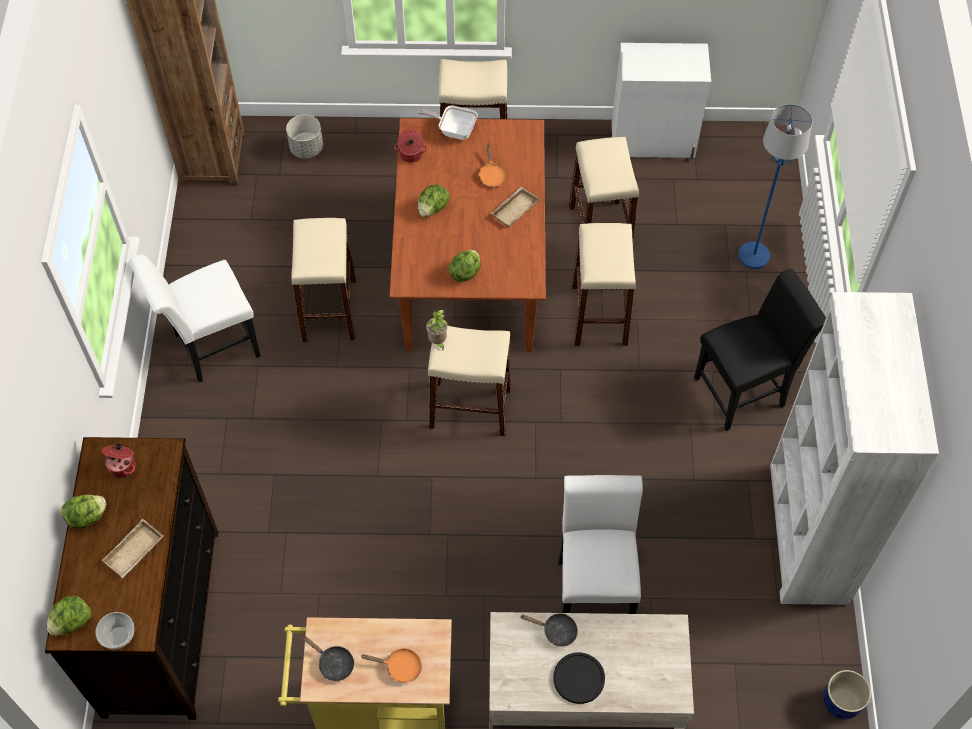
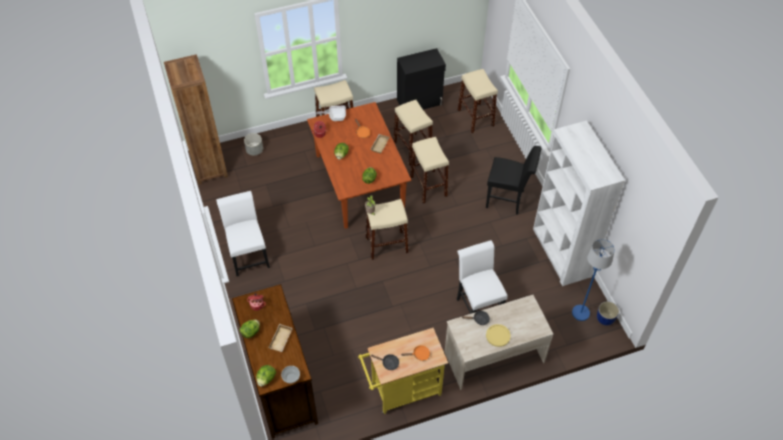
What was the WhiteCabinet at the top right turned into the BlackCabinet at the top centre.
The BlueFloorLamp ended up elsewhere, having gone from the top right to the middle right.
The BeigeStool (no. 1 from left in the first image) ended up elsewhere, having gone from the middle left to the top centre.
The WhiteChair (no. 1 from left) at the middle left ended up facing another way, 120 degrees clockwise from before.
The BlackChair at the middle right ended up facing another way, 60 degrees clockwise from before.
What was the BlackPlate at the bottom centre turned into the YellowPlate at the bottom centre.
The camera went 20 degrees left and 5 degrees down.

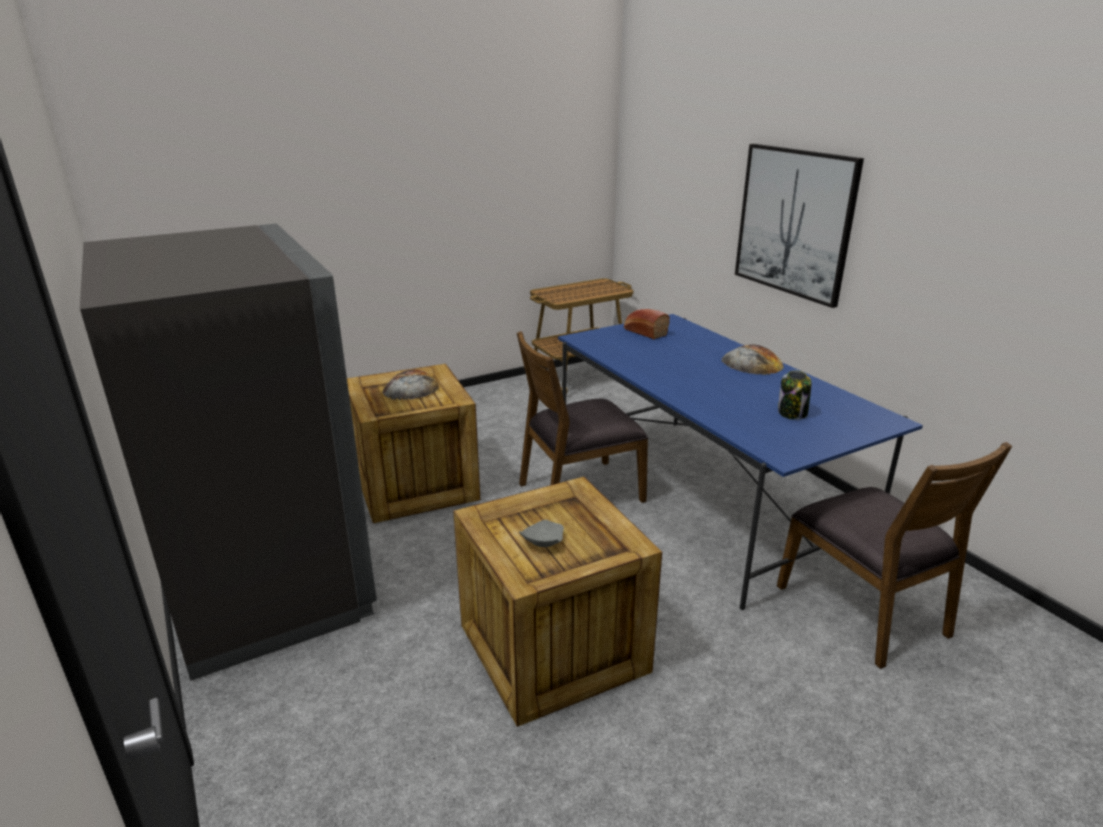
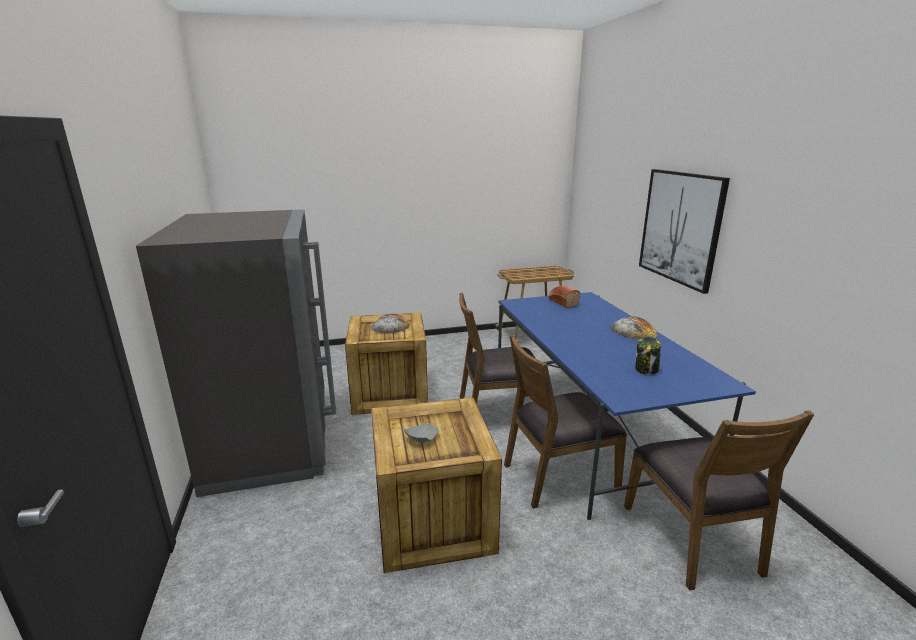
The second view gained the BrownChair (no. 2 from left) at the centre.
The camera went 15 degrees right and 5 degrees down.

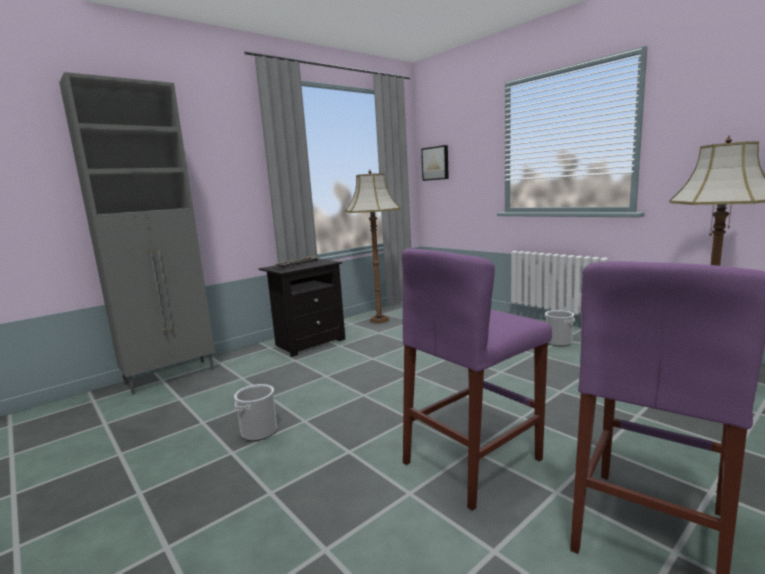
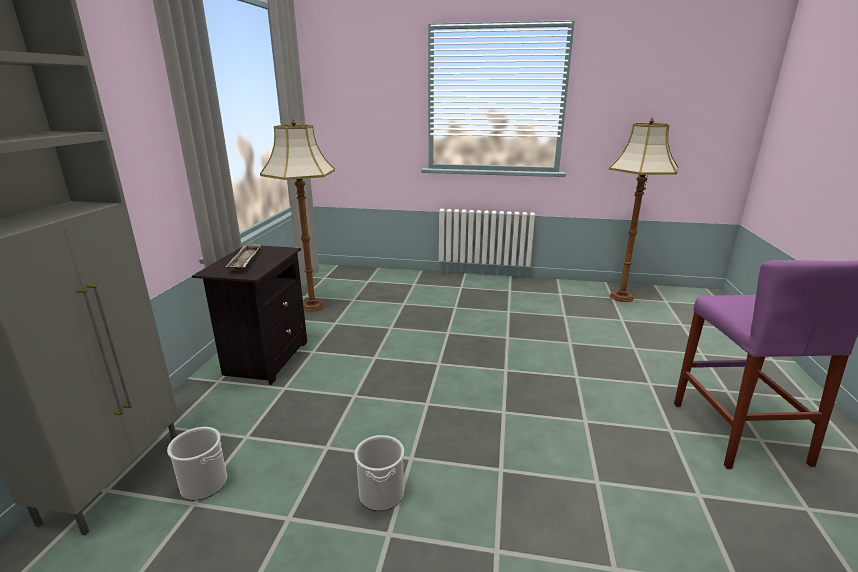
The second view lost the Picture at the top centre.
The second view lost the PurpleStool (no. 1 from left) at the centre.
The Bucket (no. 2 from left in the first image) ended up elsewhere, having gone from the middle right to the bottom left.
The camera went 40 degrees left and 10 degrees up.

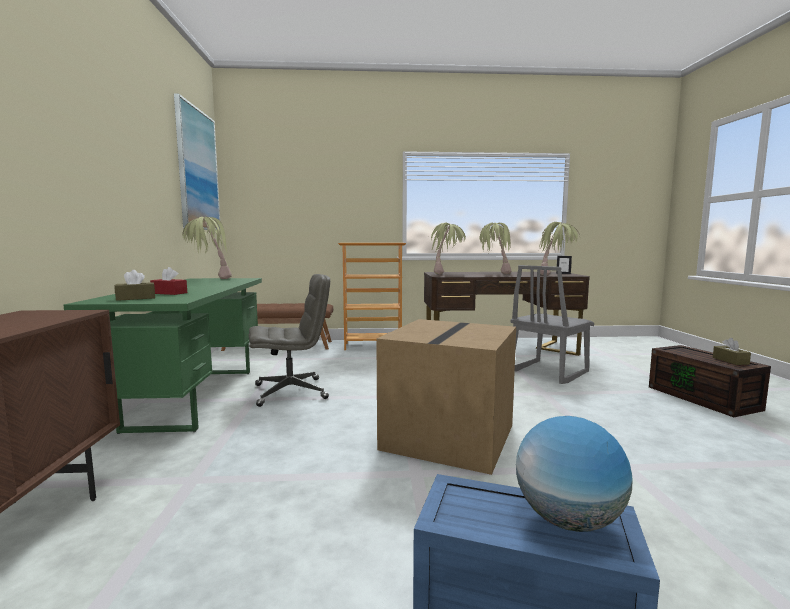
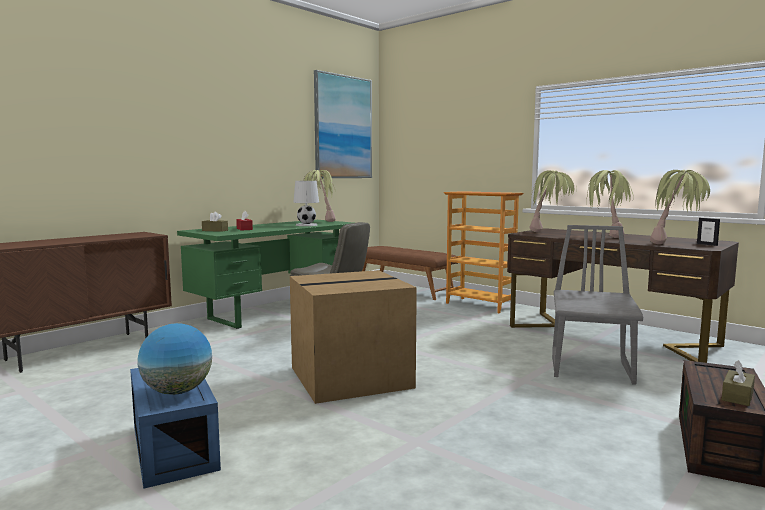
The GreyChair at the middle right ended up facing another way, 105 degrees clockwise from before.
The second view gained the WhiteTableLamp at the centre.
The camera went 45 degrees right and 0 degrees up.

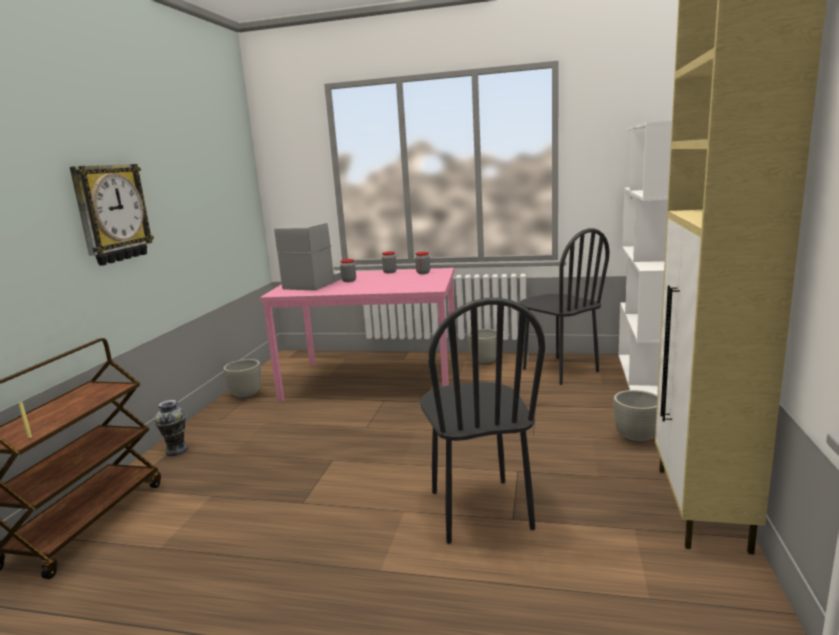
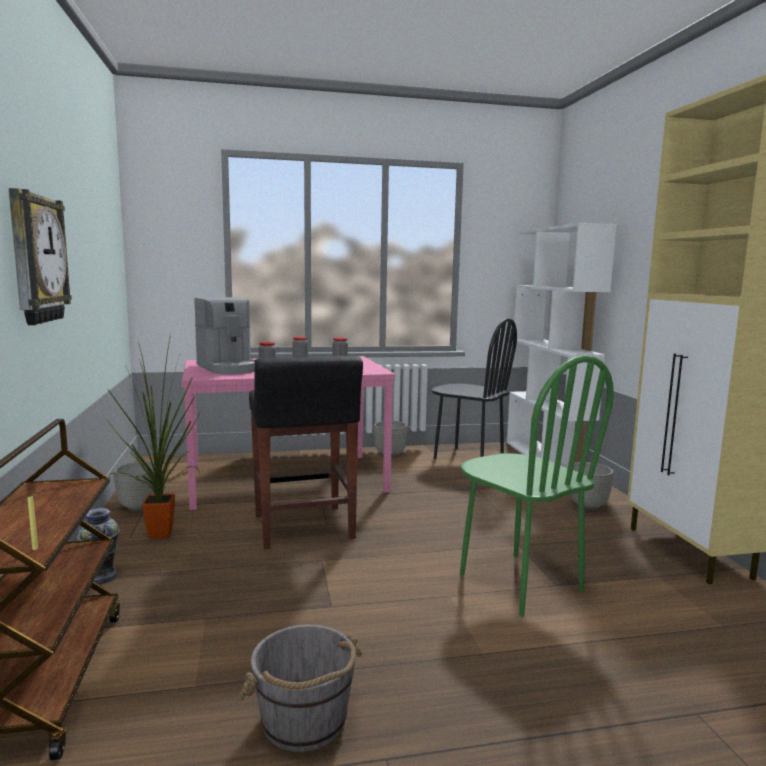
The CoffeeMachine at the centre ended up facing another way, 150 degrees clockwise from before.
What was the BlackChair (no. 1 from left) at the centre turned into the GreenChair at the middle right.
The second view gained the PottedPlant at the middle left.
The second view gained the BlackStool at the centre.
The second view gained the GreyBucket at the bottom centre.
The camera went 25 degrees left and 5 degrees down.

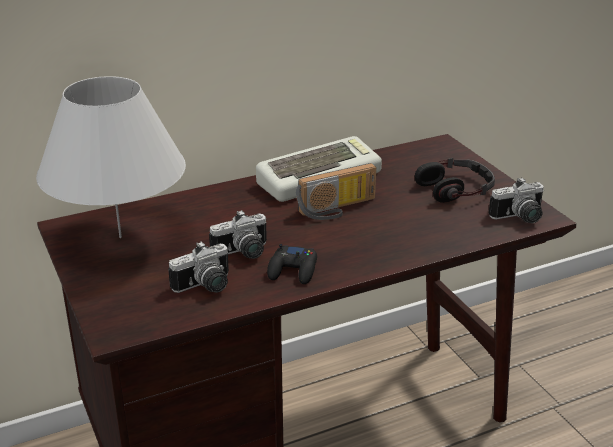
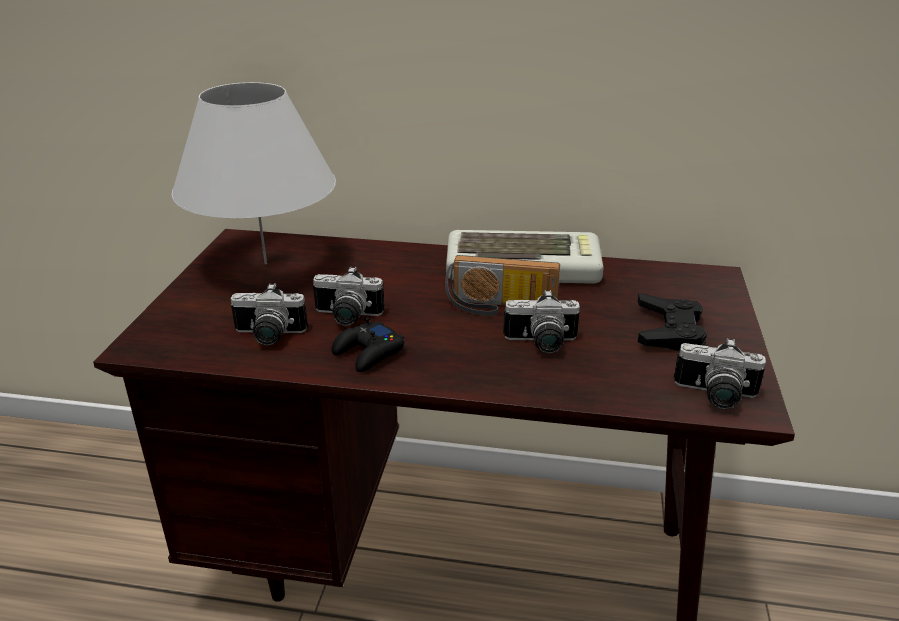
Where the Headphones stood at the middle right, the BlackGameController (no. 2 from left) came to stand at the middle right.
The second view gained the PhotoCamera (no. 3 from left) at the centre.
The camera went 35 degrees right and 0 degrees up.

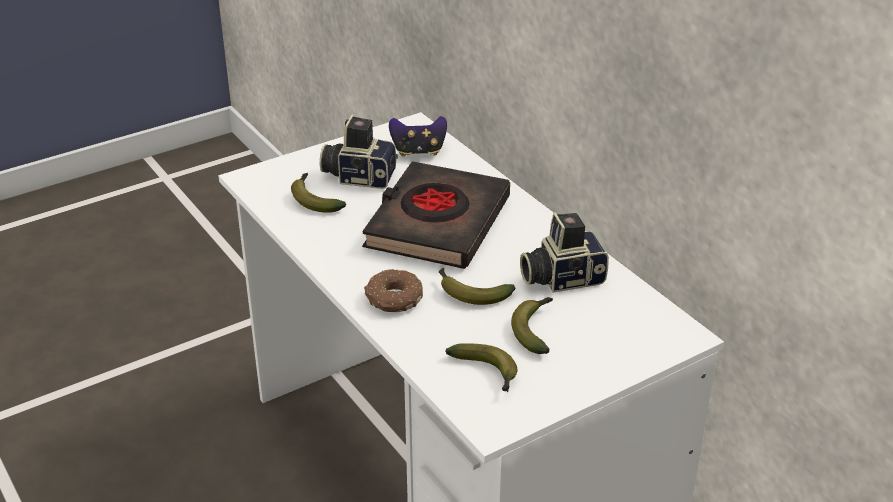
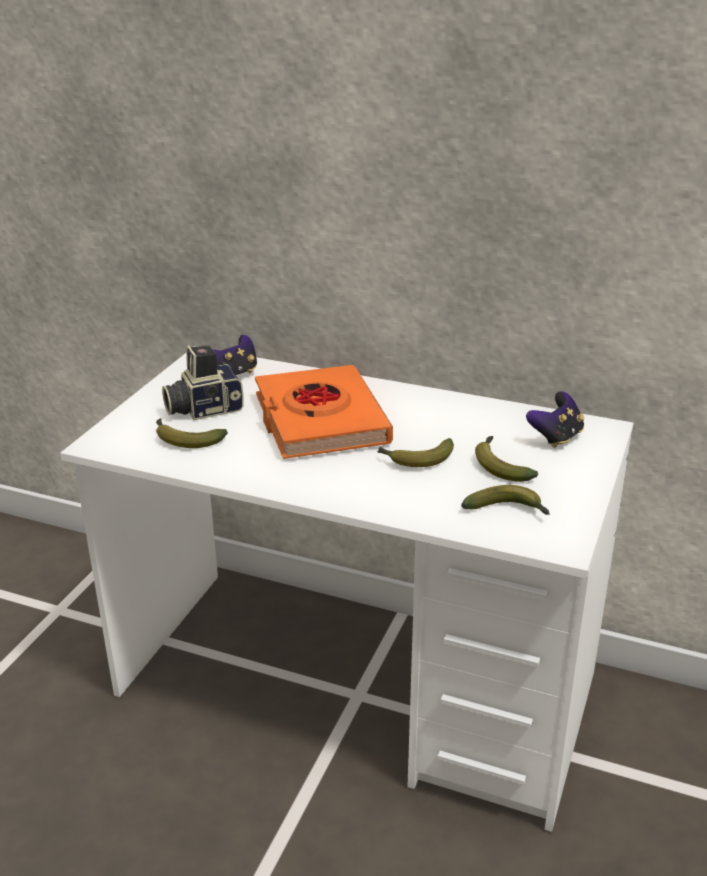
What was the BlackBook at the centre turned into the OrangeBook at the centre.
The second view lost the PhotoCamera (no. 2 from left) at the centre.
The second view lost the Donut at the centre.
The second view gained the GameController (no. 2 from left) at the middle right.
The camera went 35 degrees left and 5 degrees down.

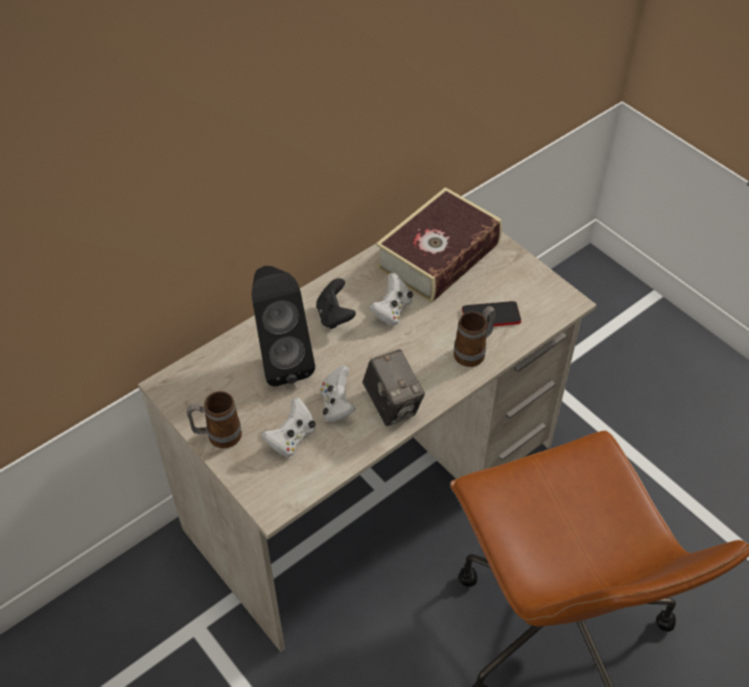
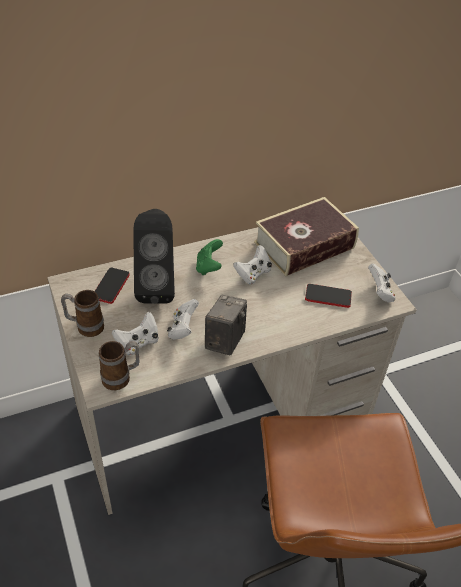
What was the BlackGameController at the centre turned into the GreenGameController at the centre.
The Mug (no. 2 from left) ended up elsewhere, having gone from the centre to the middle left.
The PhotoCamera at the centre ended up facing another way, 150 degrees counterclockwise from before.
The second view gained the WhiteGameController (no. 4 from left) at the middle right.
The second view gained the Phone (no. 1 from left) at the middle left.
The camera went 15 degrees right and 5 degrees down.

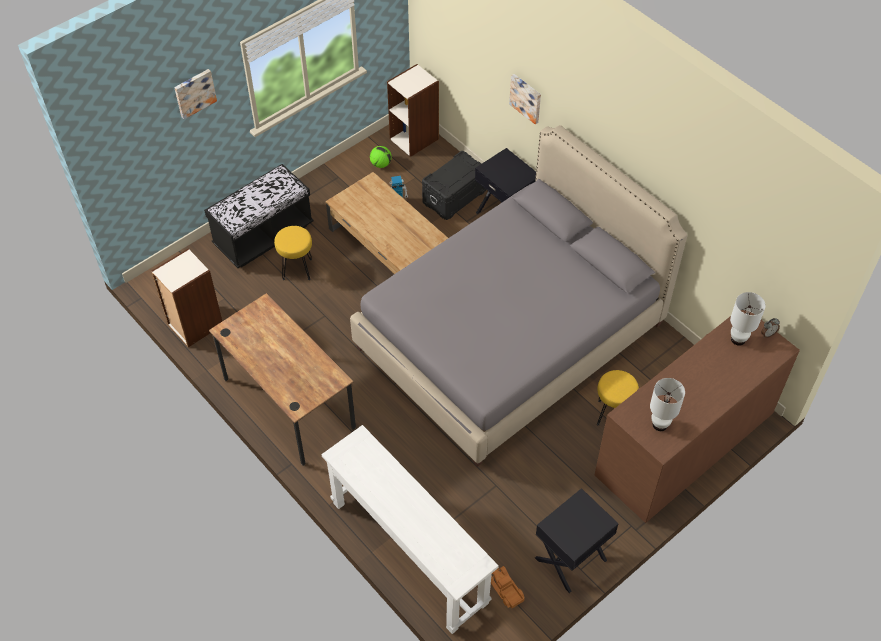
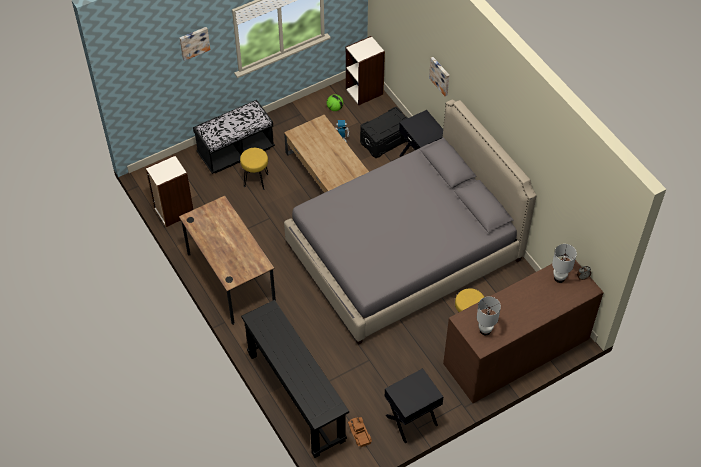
What was the WhiteConsoleTable at the bottom centre turned into the BlackConsoleTable at the bottom centre.
The camera went 10 degrees right and 0 degrees up.

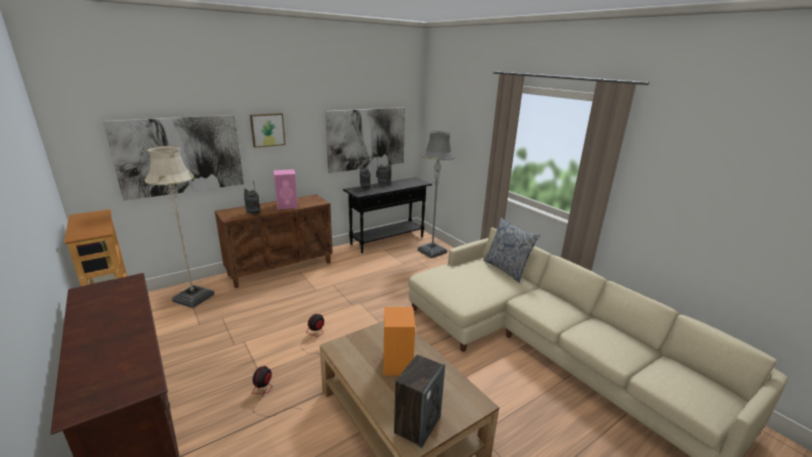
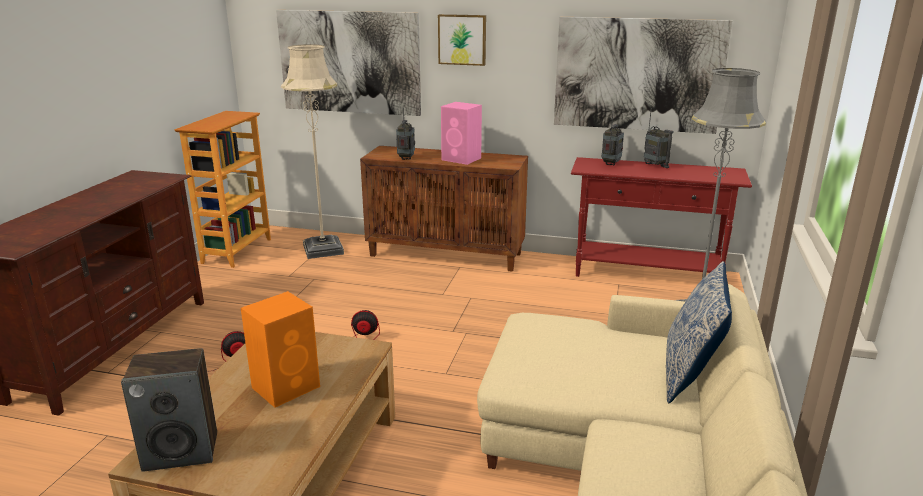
What was the BlackConsoleTable at the centre turned into the RedConsoleTable at the middle right.
The camera went 50 degrees right and 0 degrees up.

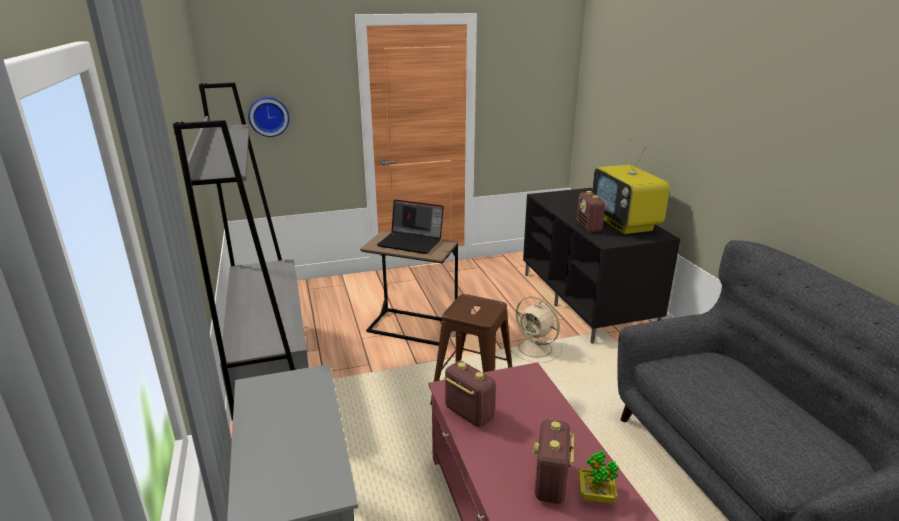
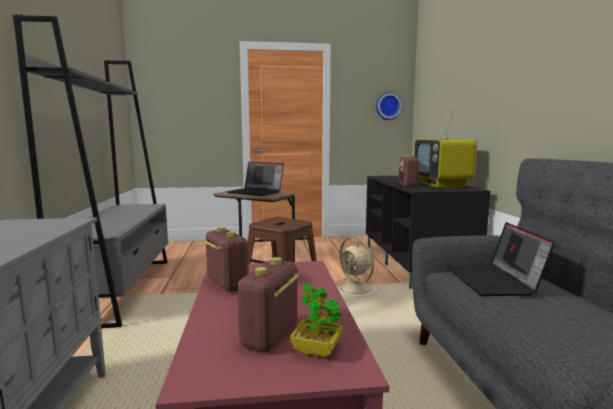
The WallClock ended up elsewhere, having gone from the top left to the top centre.
The second view gained the Laptop (no. 2 from left) at the middle right.
The camera went 10 degrees right and 15 degrees down.

